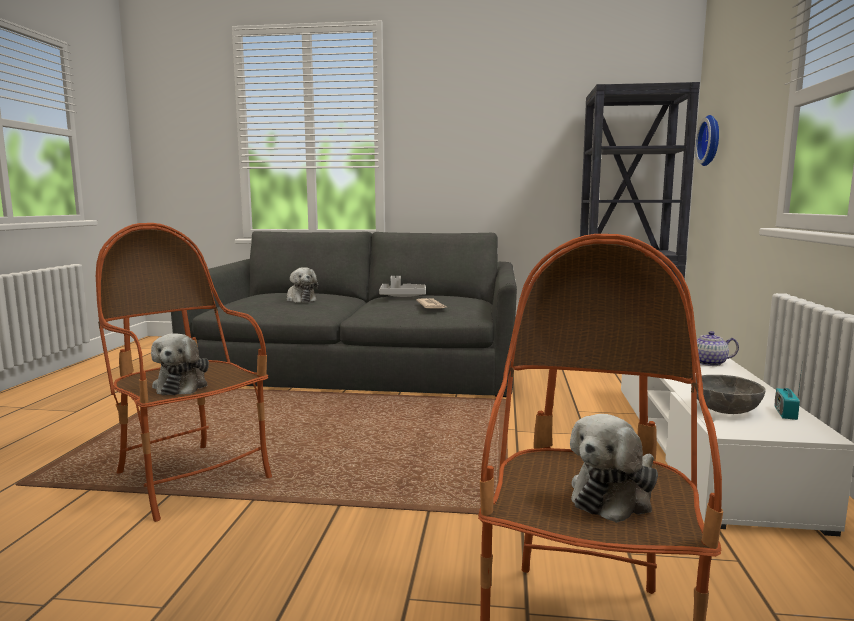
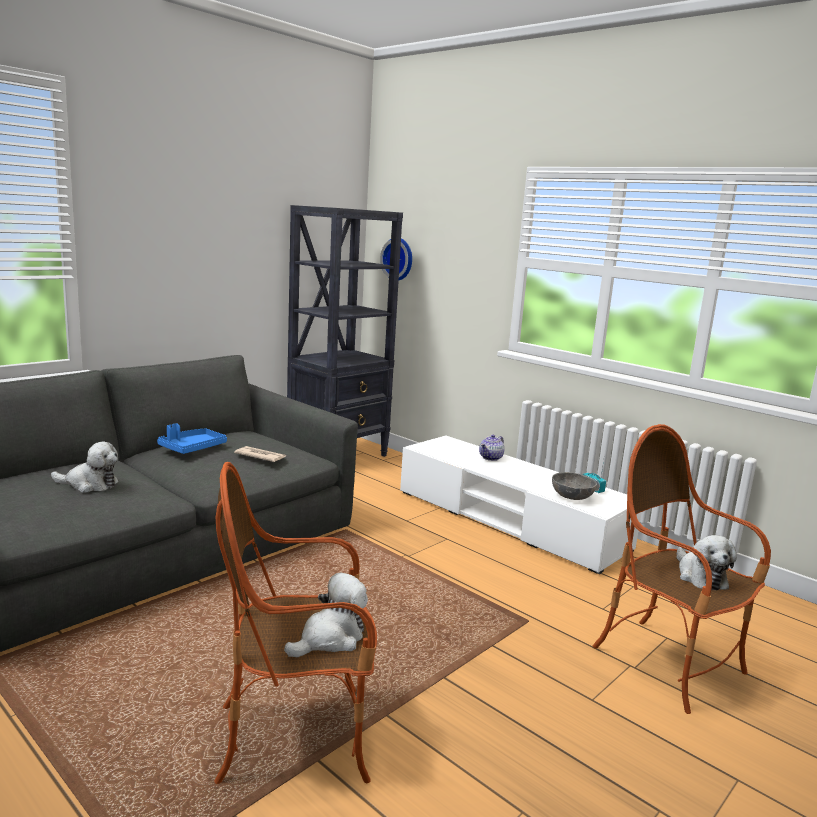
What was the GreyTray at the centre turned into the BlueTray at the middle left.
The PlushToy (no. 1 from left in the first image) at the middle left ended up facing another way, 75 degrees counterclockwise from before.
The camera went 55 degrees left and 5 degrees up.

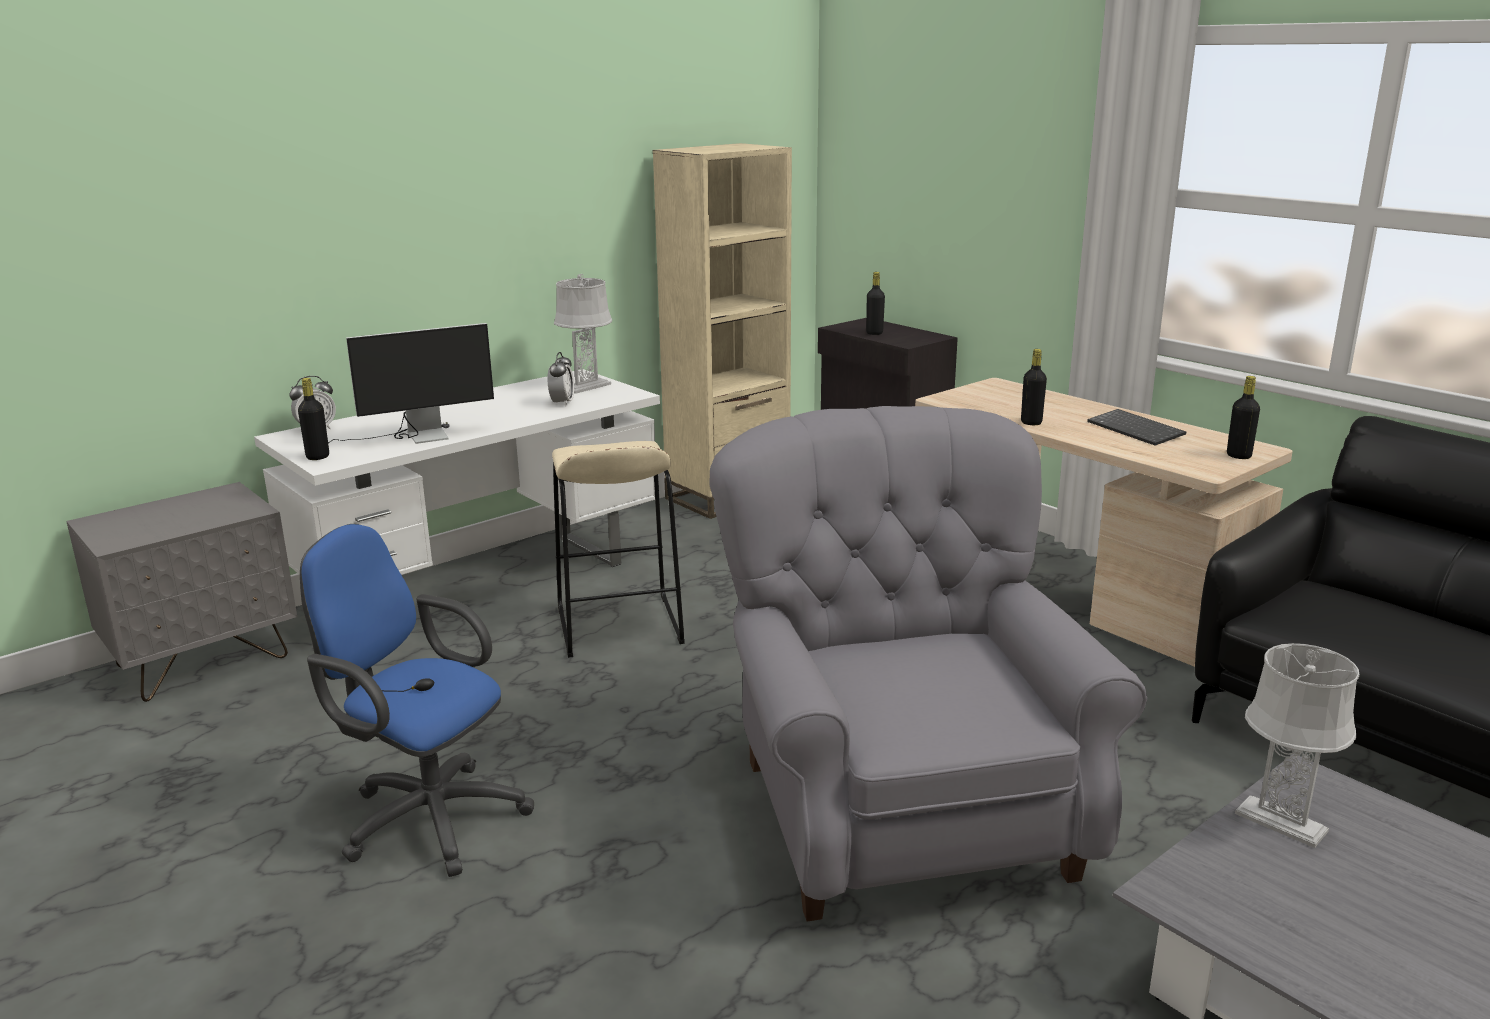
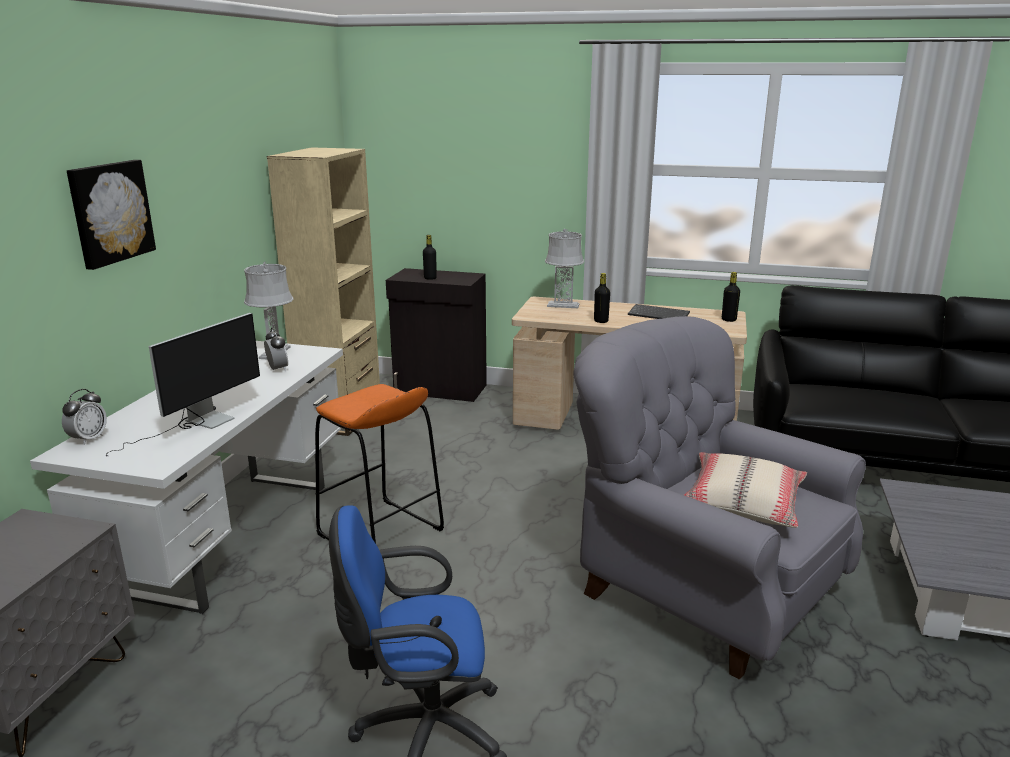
The second view lost the BlackBottle (no. 1 from left) at the middle left.
What was the BeigeStool at the centre turned into the OrangeStool at the centre.
The GreyTableLamp (no. 2 from left) ended up elsewhere, having gone from the bottom right to the centre.
The second view gained the Picture at the top left.
The second view gained the BeigePillow at the middle right.
The camera went 35 degrees left and 0 degrees up.

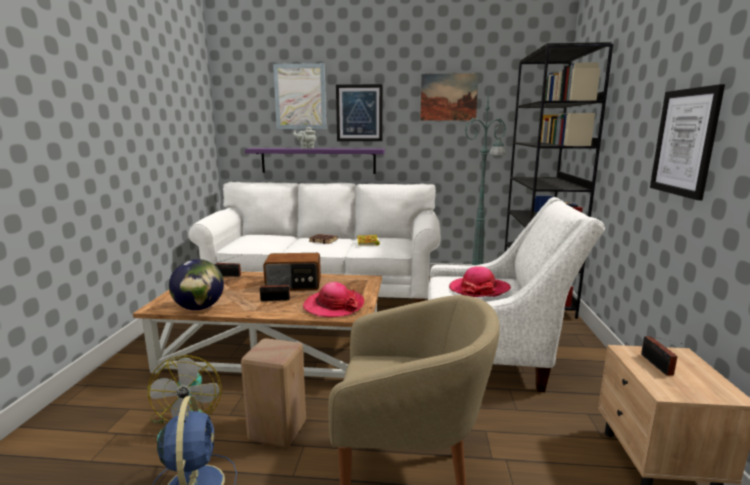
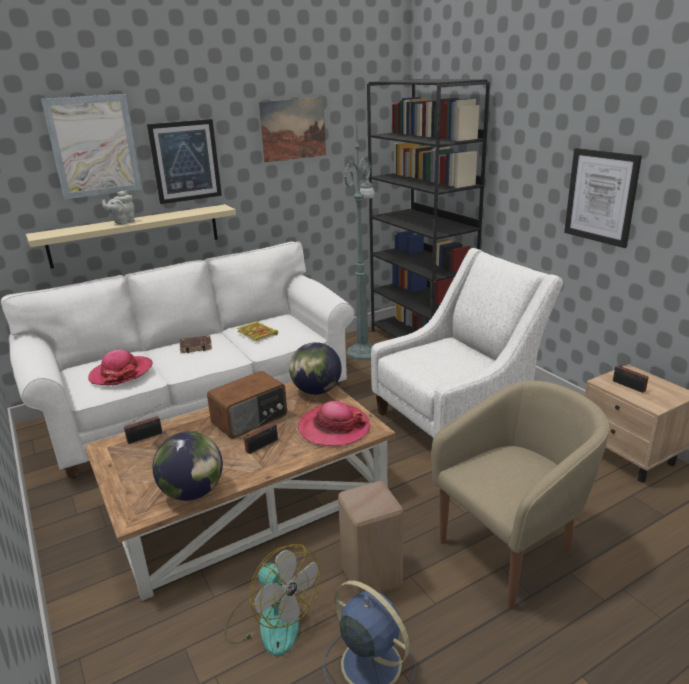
What was the PurpleShelf at the top centre turned into the BeigeShelf at the middle left.
The Hat (no. 2 from left in the first image) ended up elsewhere, having gone from the centre to the middle left.
The second view gained the Globe (no. 2 from left) at the centre.
The camera went 35 degrees left and 10 degrees up.

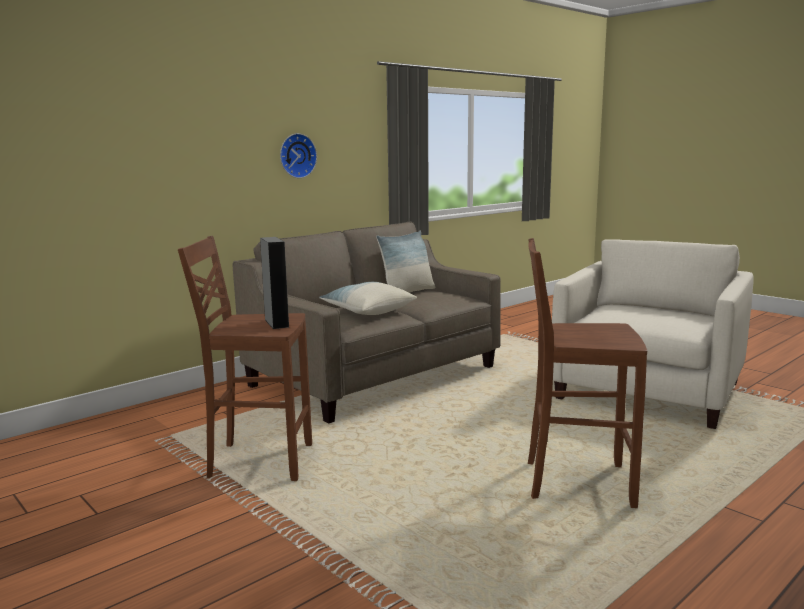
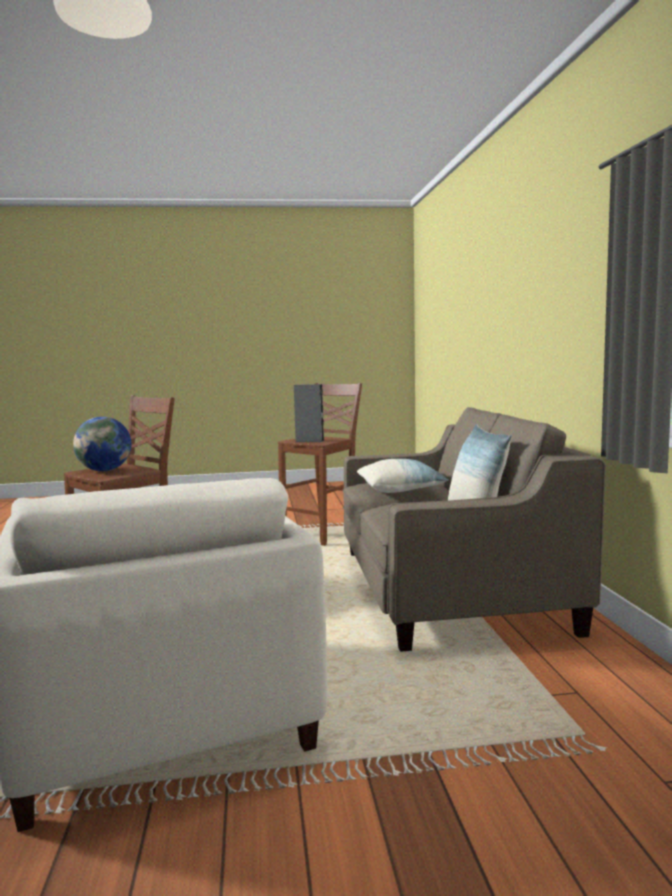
The second view lost the WallClock at the top centre.
The second view gained the Globe at the middle left.
The camera went 125 degrees right and 5 degrees down.

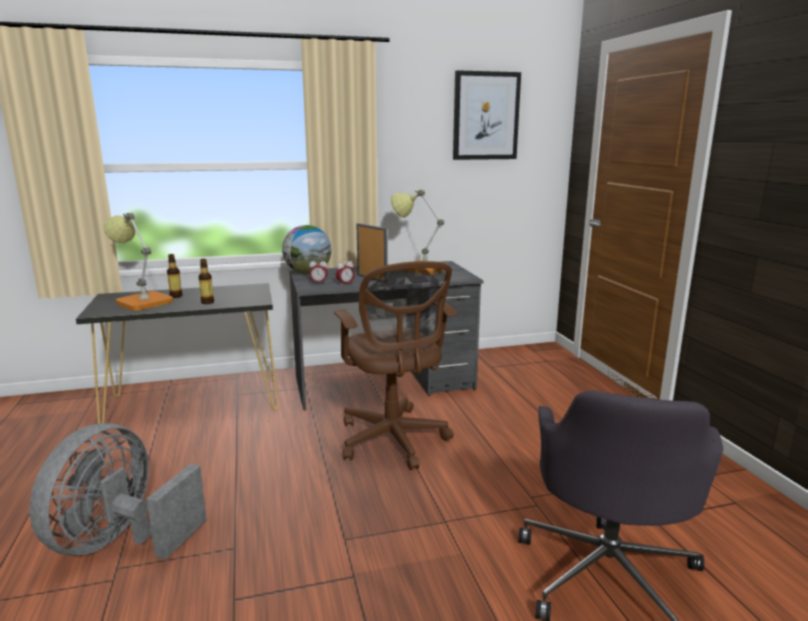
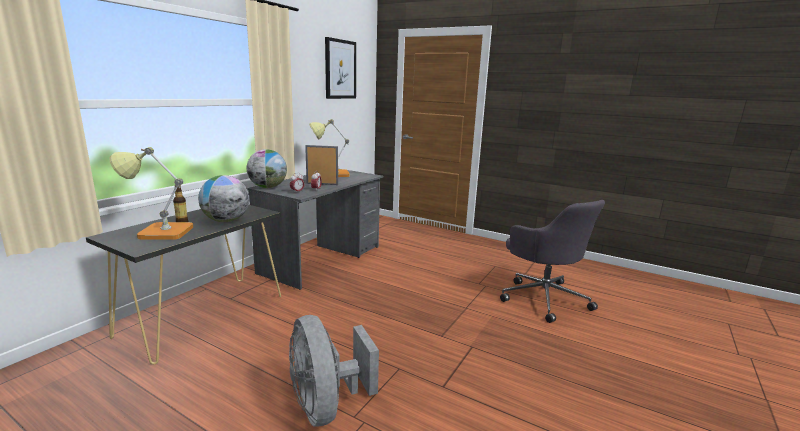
Where the Bottle (no. 2 from left) stood at the middle left, the Globe (no. 1 from left) came to stand at the middle left.
The second view lost the BrownOfficeChair at the centre.
The camera went 45 degrees left and 0 degrees up.

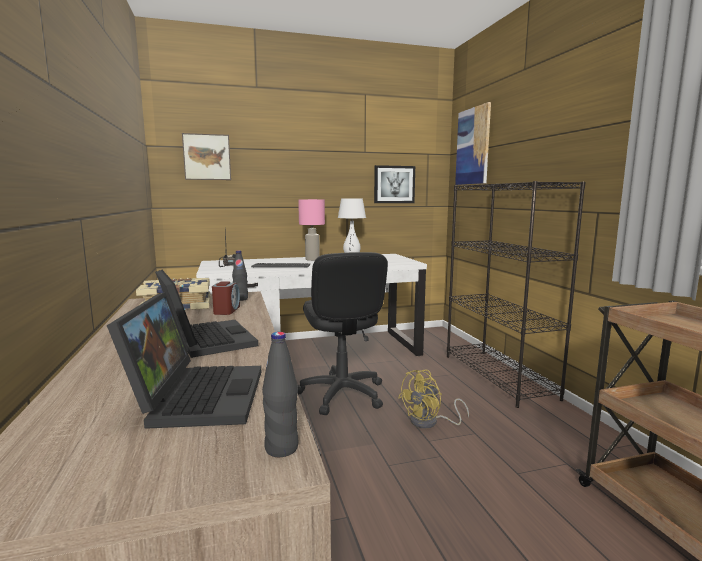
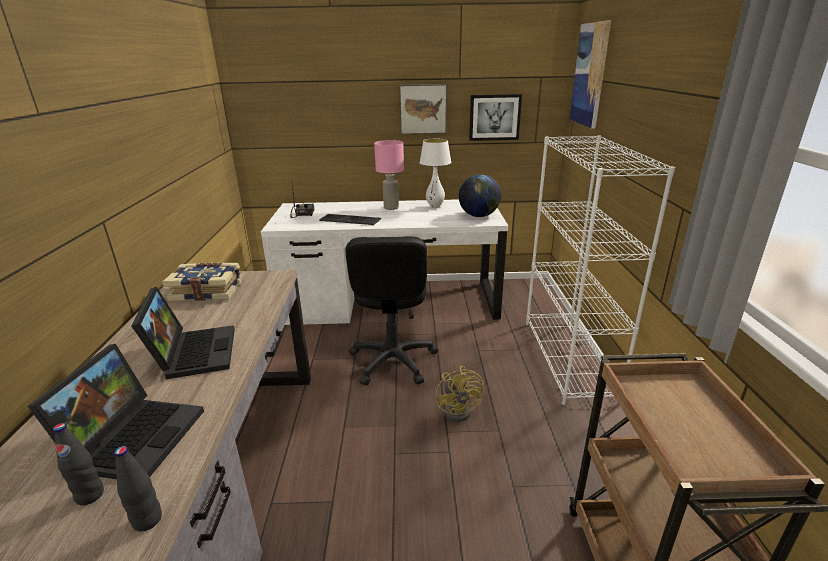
The Picture (no. 1 from left) ended up elsewhere, having gone from the top left to the top centre.
What was the BlackBookcase at the middle right turned into the WhiteBookcase at the middle right.
The BlackBottle (no. 1 from left) ended up elsewhere, having gone from the centre to the bottom left.
The second view lost the AlarmClock at the middle left.
The YellowFan at the bottom centre ended up facing another way, 75 degrees counterclockwise from before.
The second view gained the Globe at the centre.
The camera went 15 degrees right and 15 degrees up.

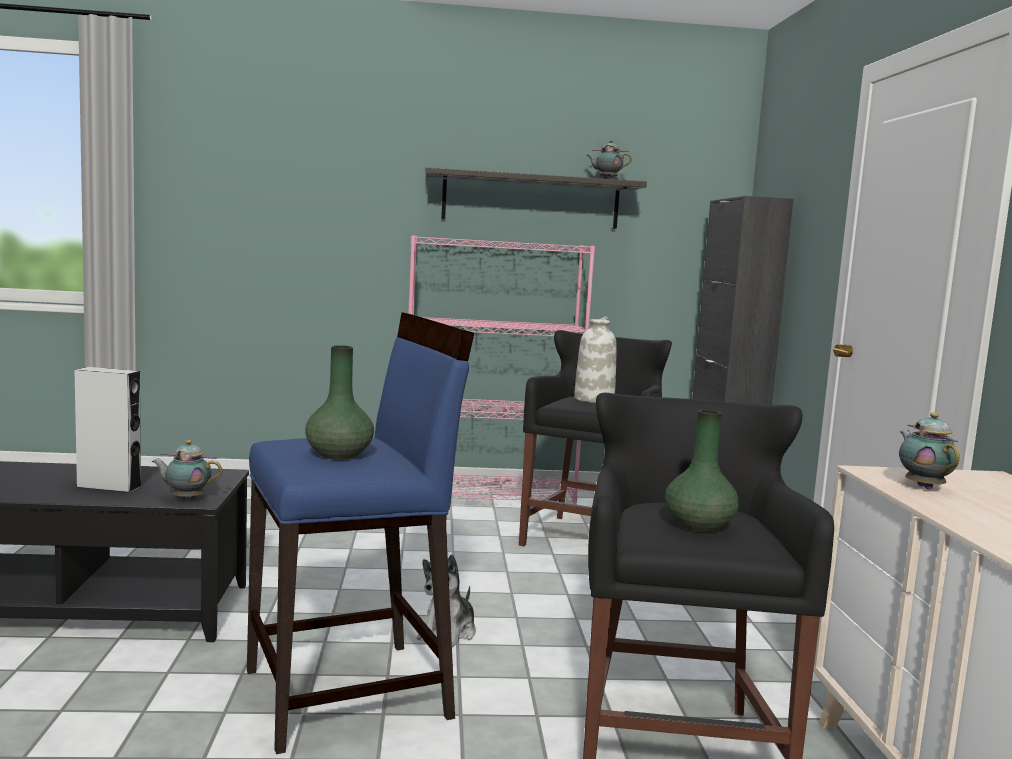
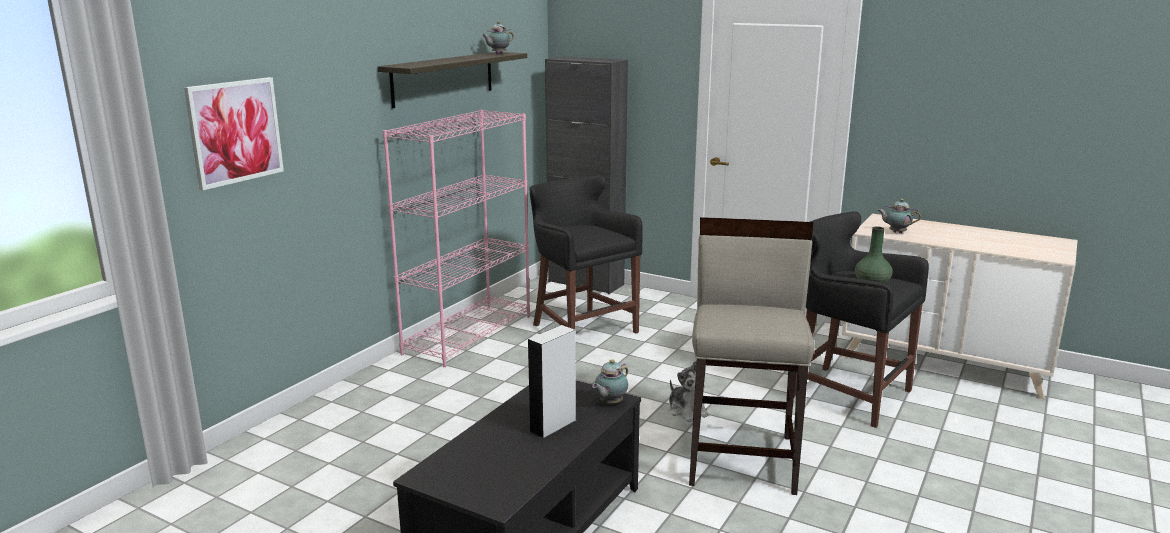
What was the BlueStool at the bottom centre turned into the BeigeStool at the bottom centre.
The second view lost the WhiteVase at the centre.
The second view lost the GreenVase (no. 1 from left) at the centre.
The second view gained the Picture at the top left.
The camera went 55 degrees left and 10 degrees up.

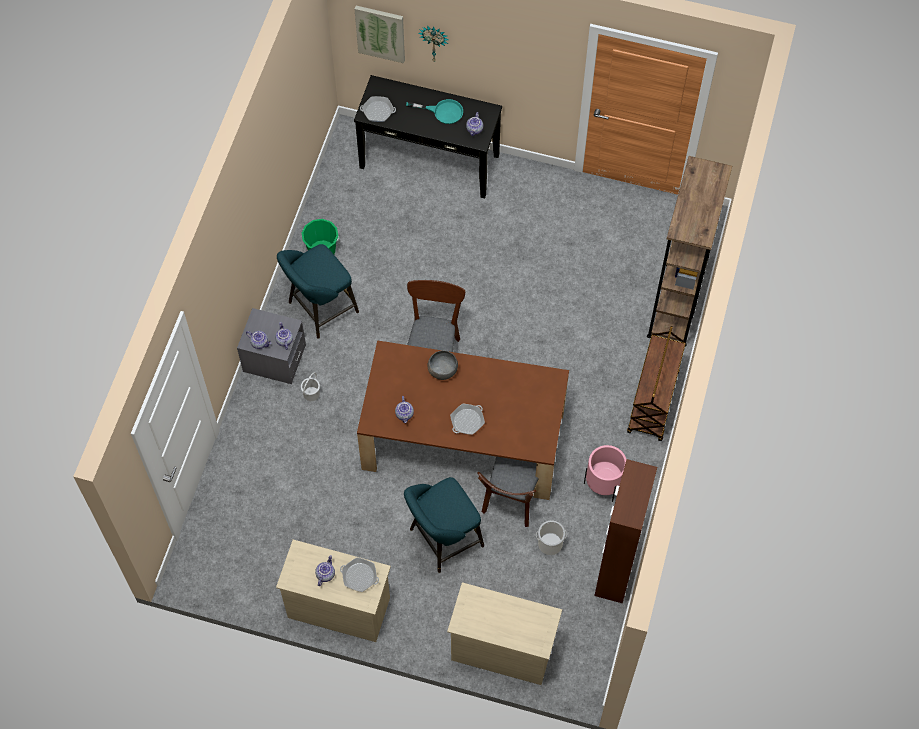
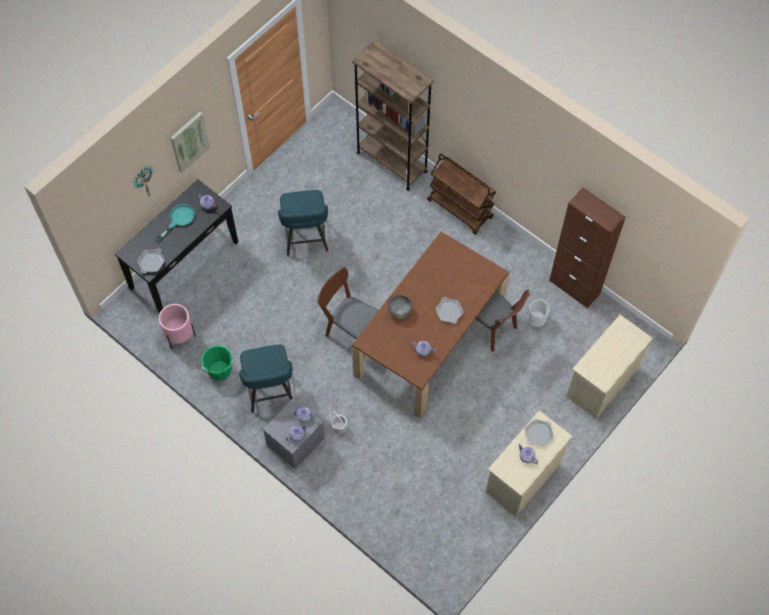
The Picture ended up elsewhere, having gone from the top centre to the top left.
The PinkPlanter ended up elsewhere, having gone from the centre to the middle left.
The TurquoiseStool (no. 2 from left) ended up elsewhere, having gone from the bottom centre to the centre.
The camera went 65 degrees left and 0 degrees up.

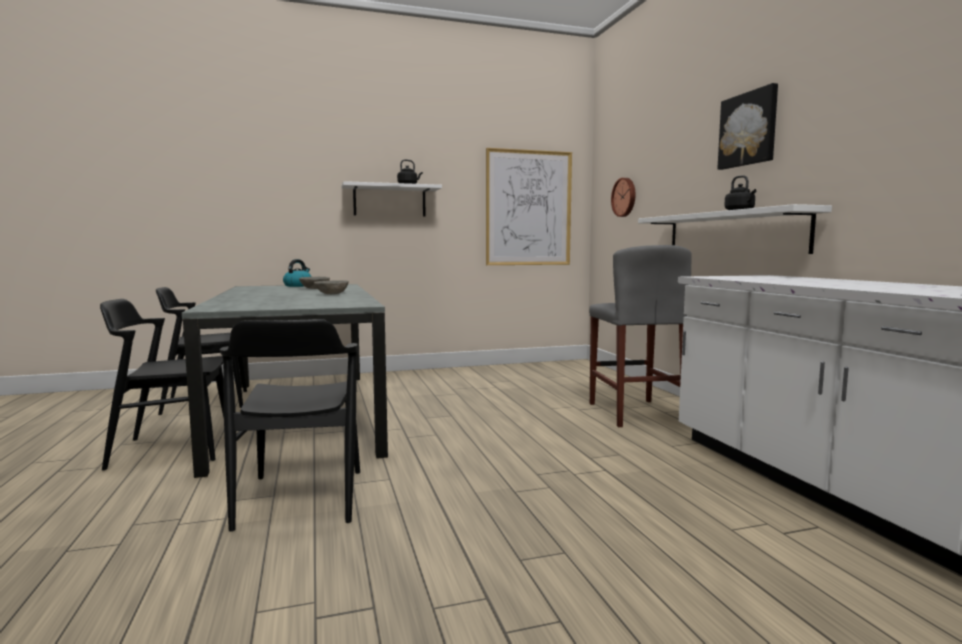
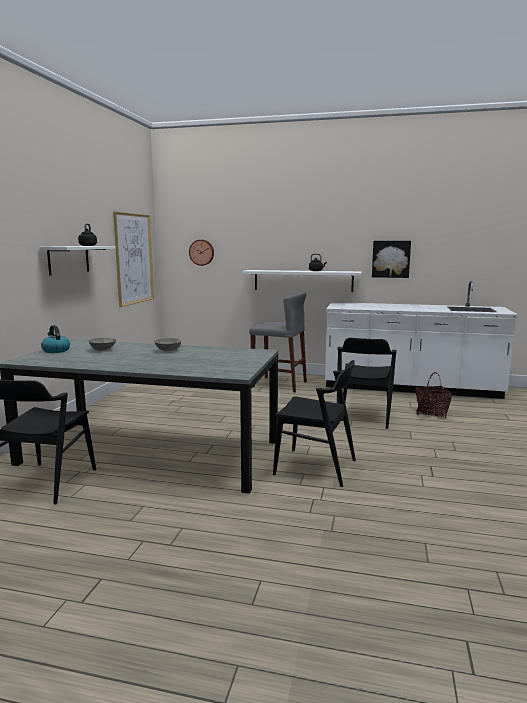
The Picture (no. 2 from left) ended up elsewhere, having gone from the top right to the middle right.
The BlackChair (no. 1 from left in the first image) ended up elsewhere, having gone from the middle left to the middle right.
The second view gained the Basket at the middle right.
The camera went 60 degrees left and 5 degrees up.

